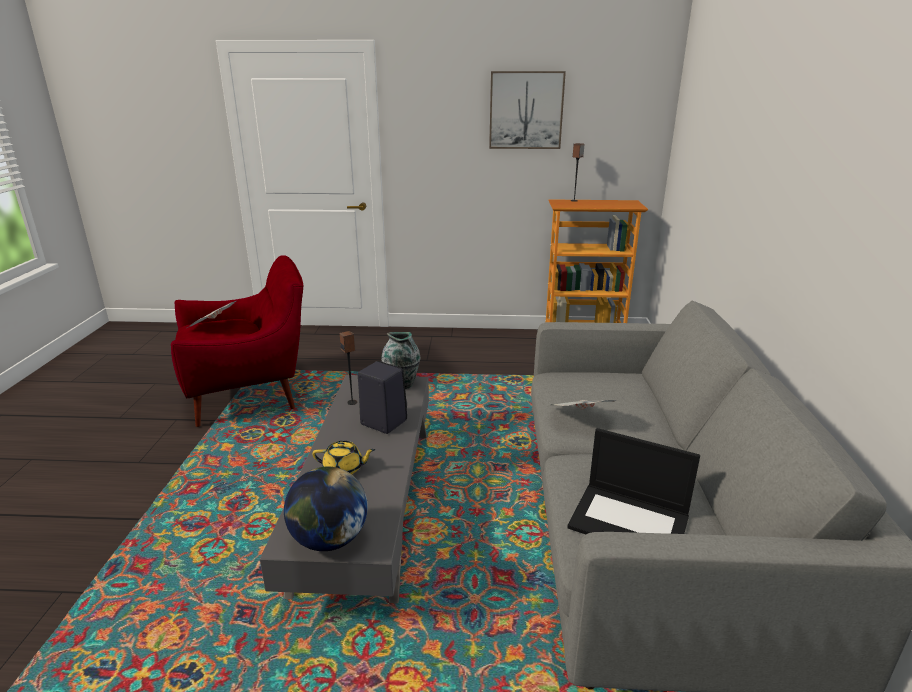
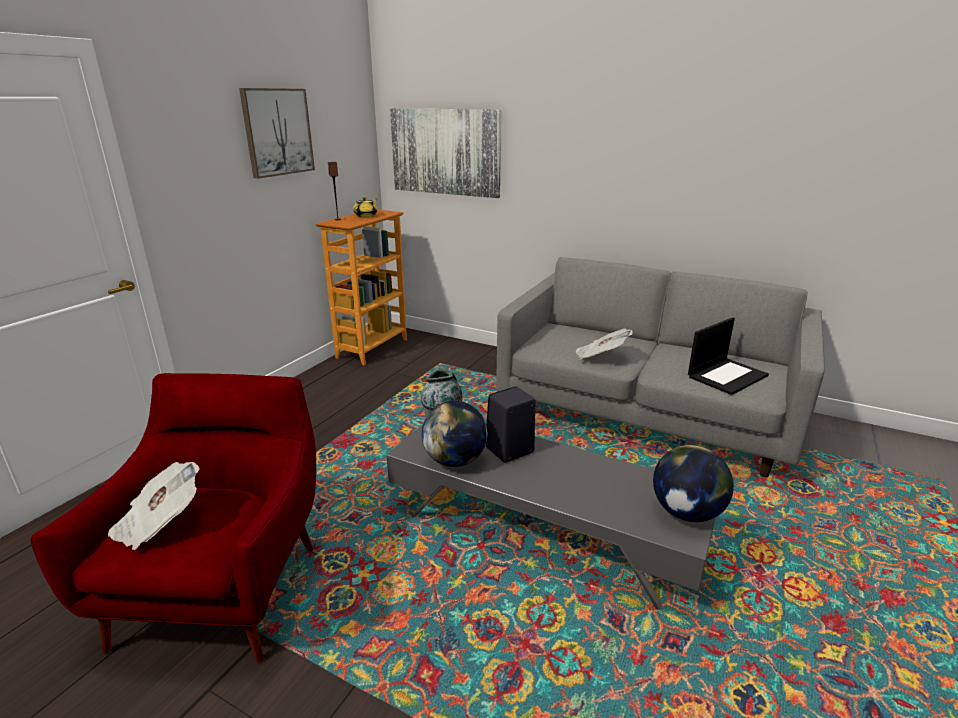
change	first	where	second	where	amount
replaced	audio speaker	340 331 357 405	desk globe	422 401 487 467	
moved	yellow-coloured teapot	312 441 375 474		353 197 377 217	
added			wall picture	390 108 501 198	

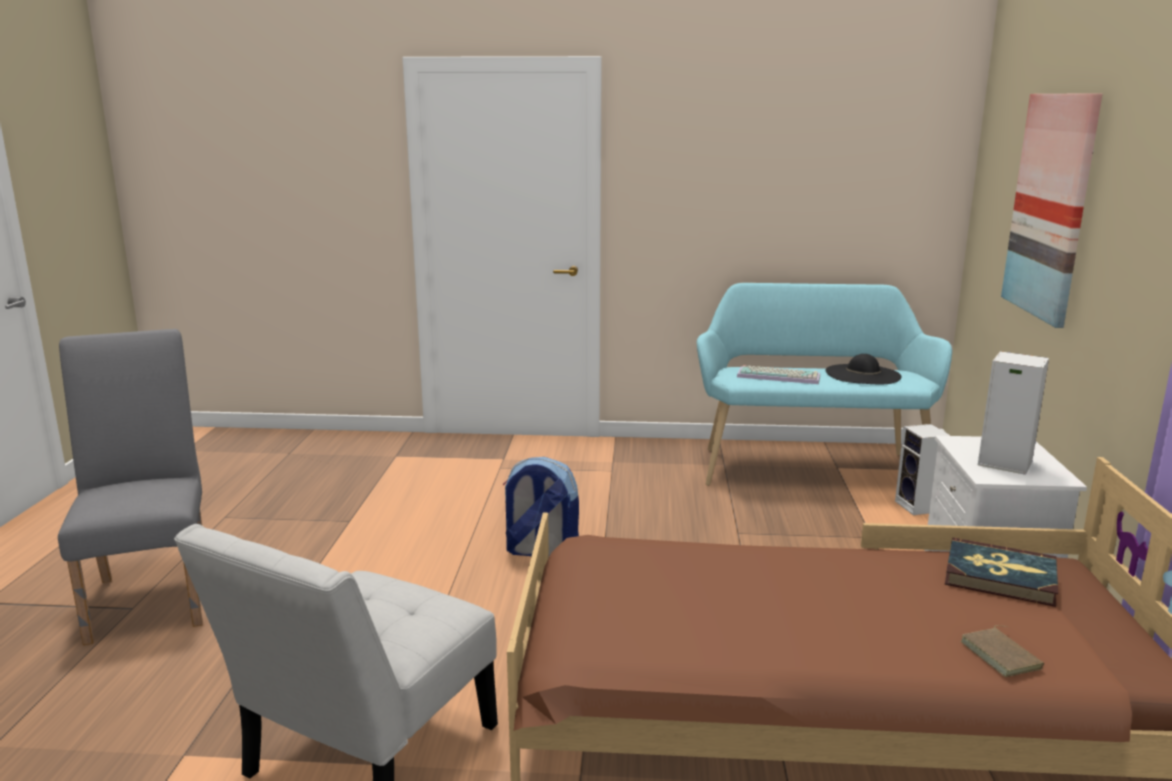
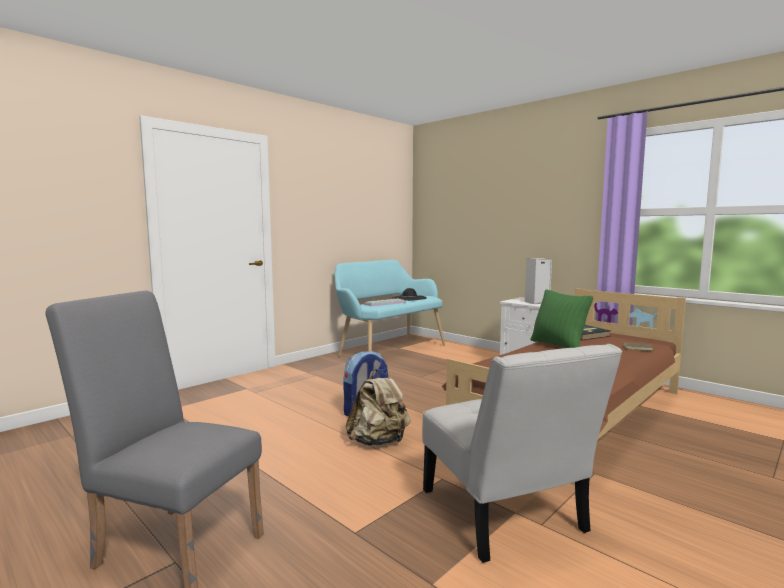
change	first	where	second	where	amount
removed	wall picture	1001 93 1102 328			
removed	audio speaker	895 424 951 515			
added			green throw pillow	531 289 593 348	
added			beige backpack	346 369 411 446	

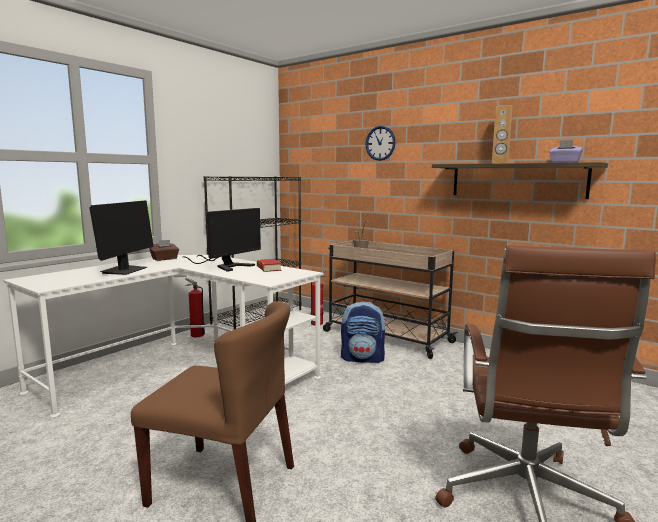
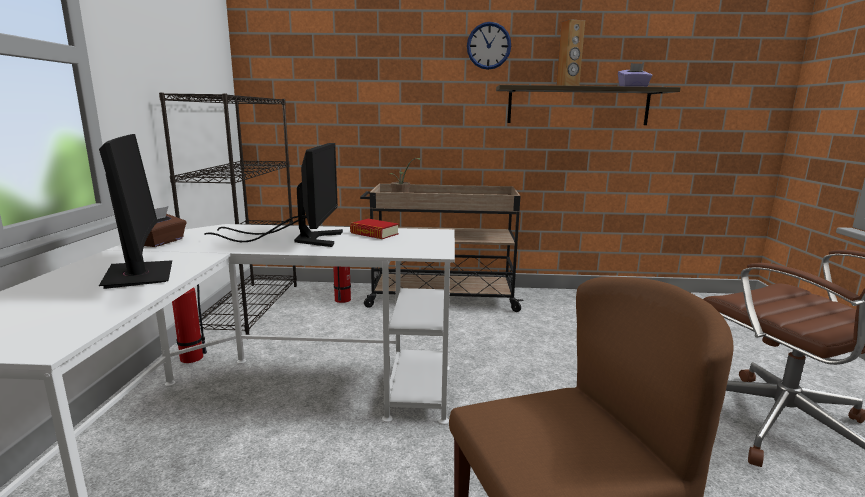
change	first	where	second	where	amount
moved	clock on the wall	366 126 396 161		467 22 511 70	
removed	backpack	341 302 386 363			

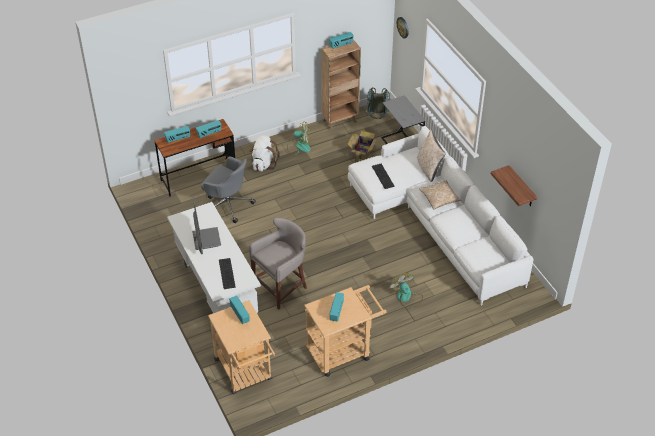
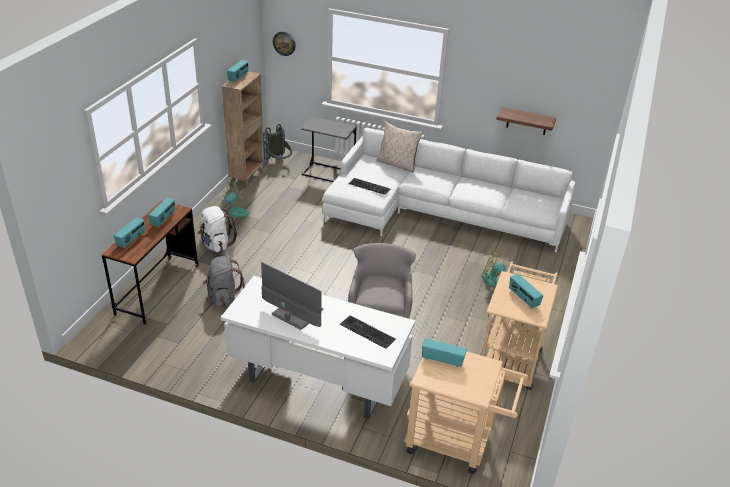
change	first	where	second	where	amount
removed	carton	348 130 377 163			
replaced	gray desk chair	201 157 256 223	gray backpack	203 256 245 307	
removed	throw pillow	419 180 461 210			

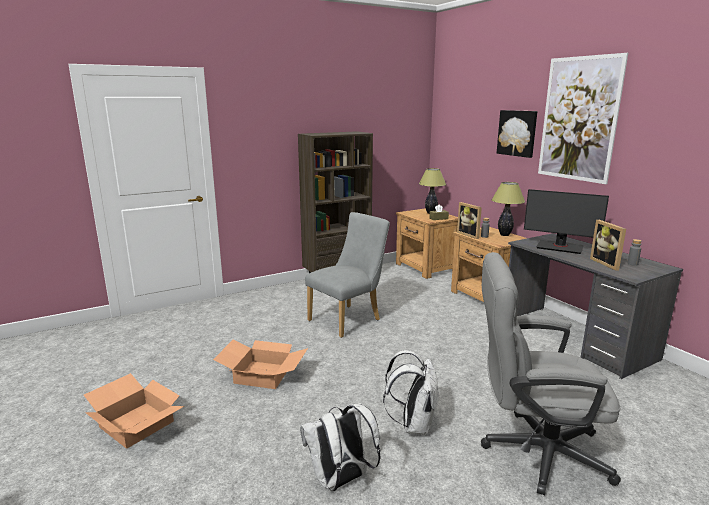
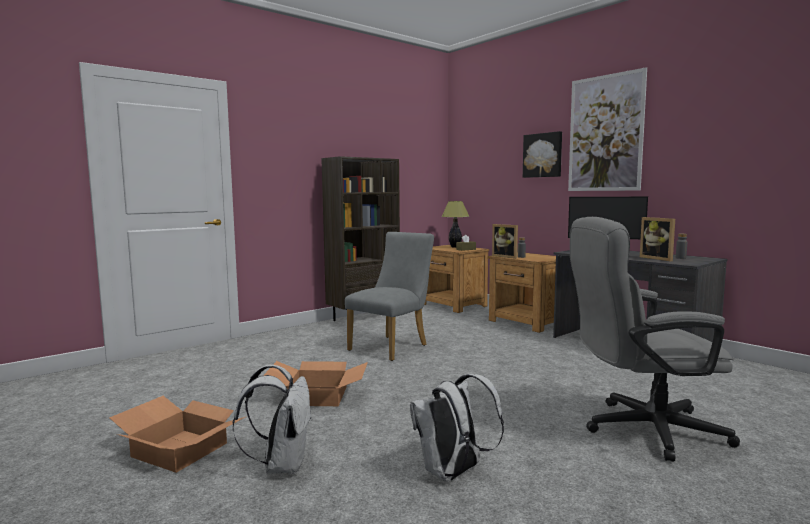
change	first	where	second	where	amount
removed	table lamp	491 182 525 236			
moved	white-coloured backpack	383 350 439 435		233 365 312 474	

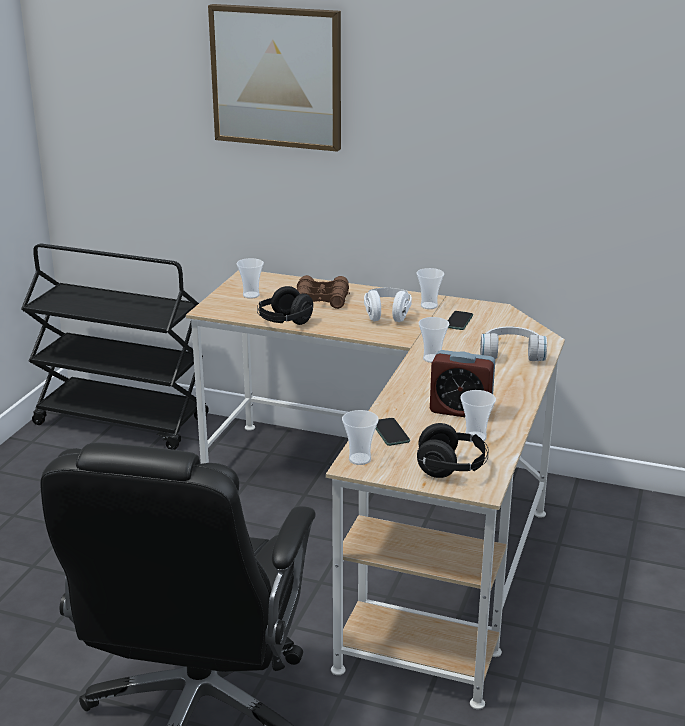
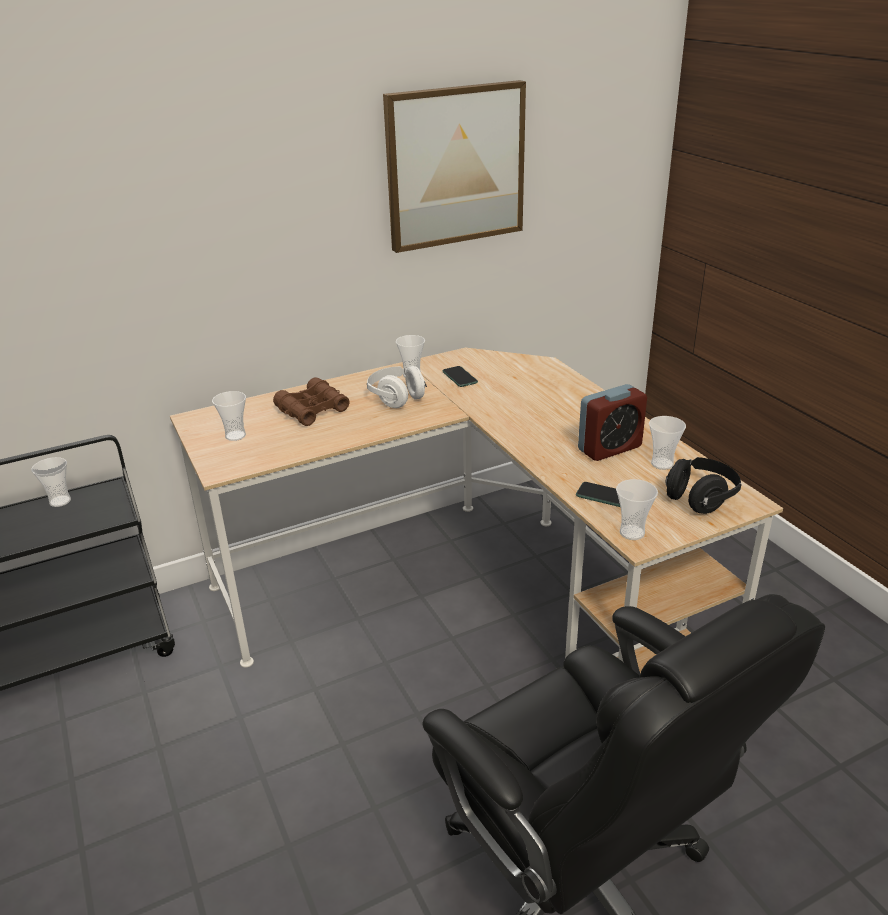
change	first	where	second	where	amount
moved	wall picture	208 4 341 152		383 80 526 253	
removed	black-coloured pair of headphones	257 286 313 325			
moved	cup	419 317 449 363		31 457 71 507	
removed	white-coloured pair of headphones	480 326 547 361			

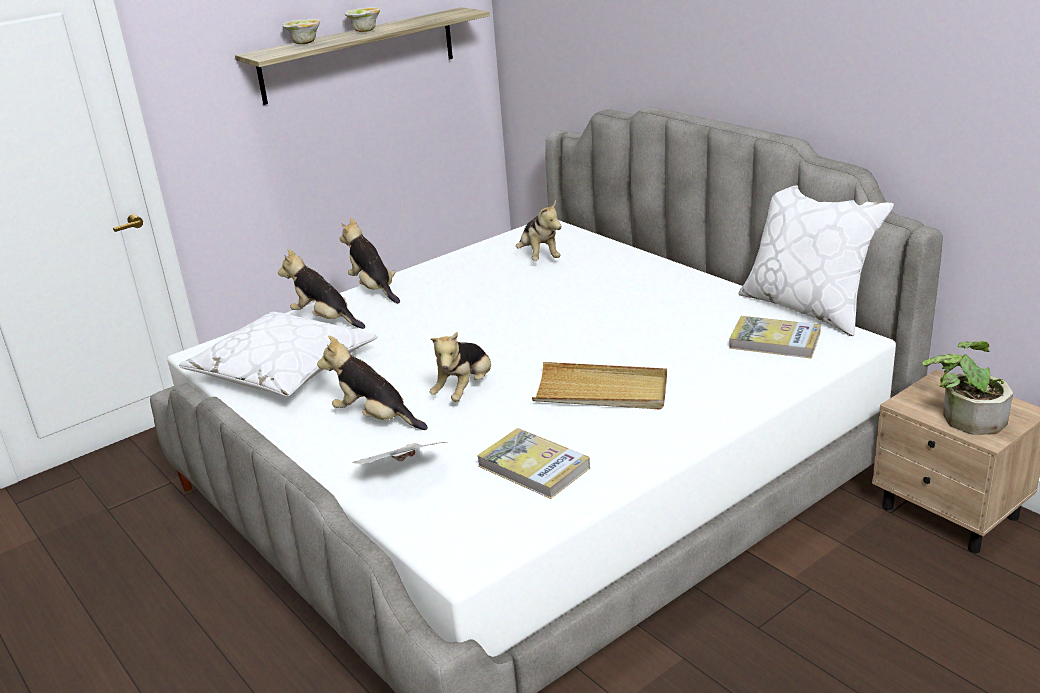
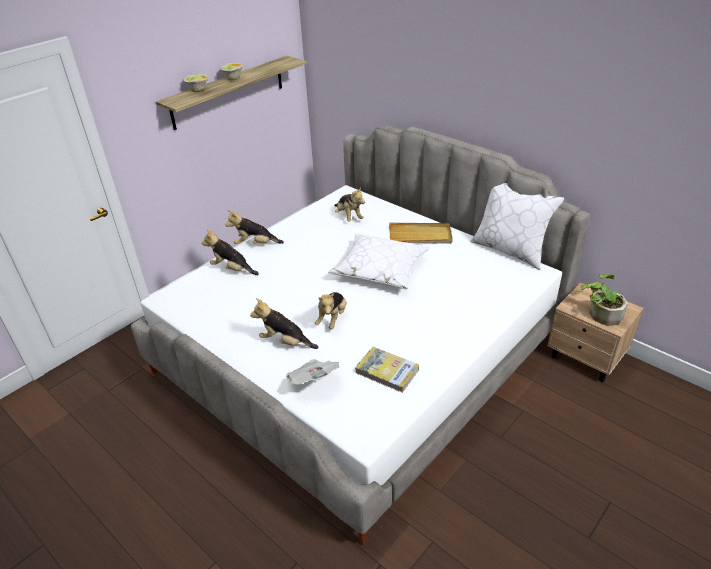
change	first	where	second	where	amount
turned	plush toy	340 218 400 303		225 210 284 244	45 degrees counterclockwise
moved	white-coloured throw pillow	179 311 377 397		328 234 429 289	
removed	book	729 316 821 359			
moved	beige carrying tray	532 362 667 410		389 223 453 244	

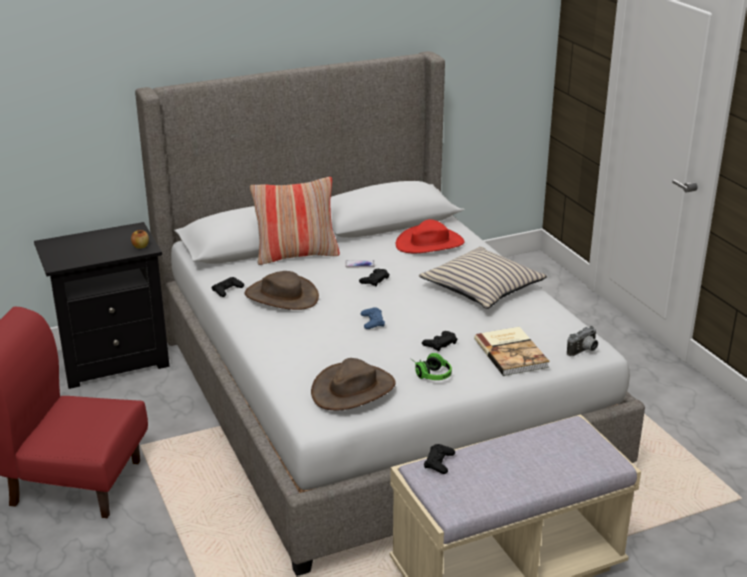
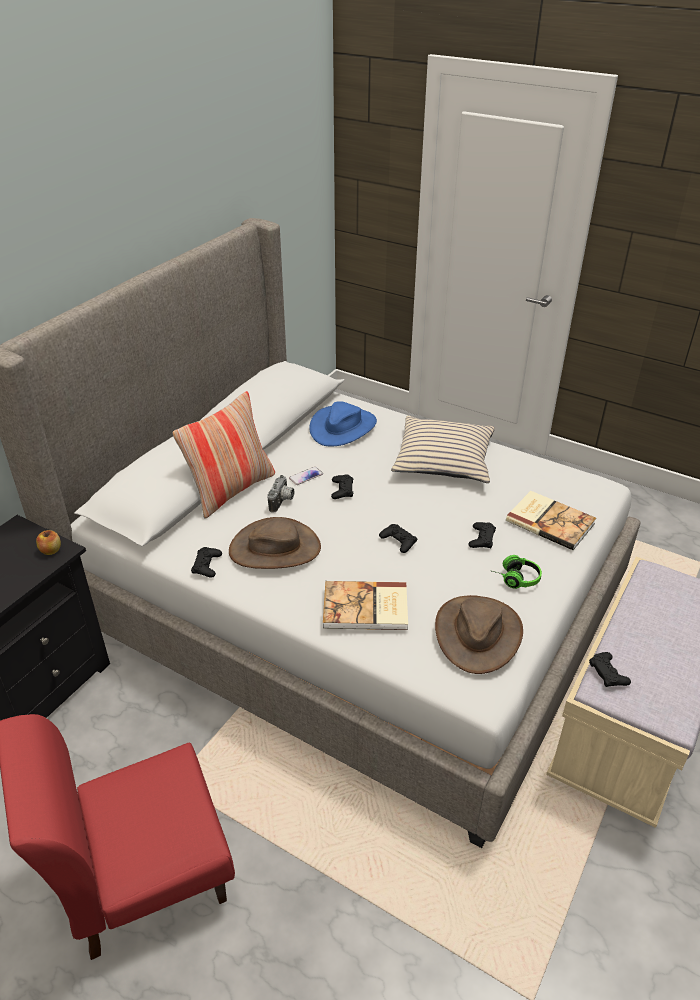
change	first	where	second	where	amount
recoloured	red-coloured hat	396 219 464 253	blue hat	309 401 377 446	
recoloured	blue game controller	361 307 385 329	black-coloured game controller	379 524 418 553	
moved	still camera	567 326 598 356		267 475 294 513	
added			book	323 581 408 630	

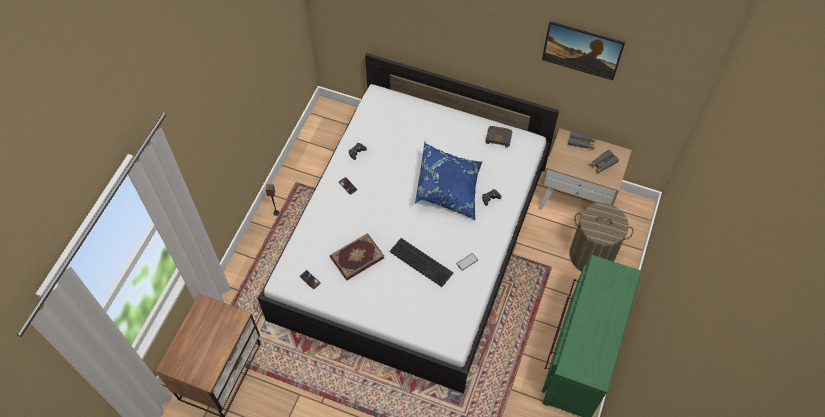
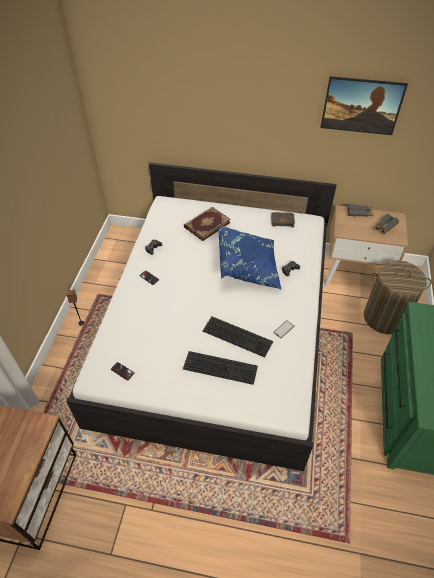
change	first	where	second	where	amount
moved	book	330 233 384 281		184 207 231 241	
added			PC keyboard	183 351 258 385	

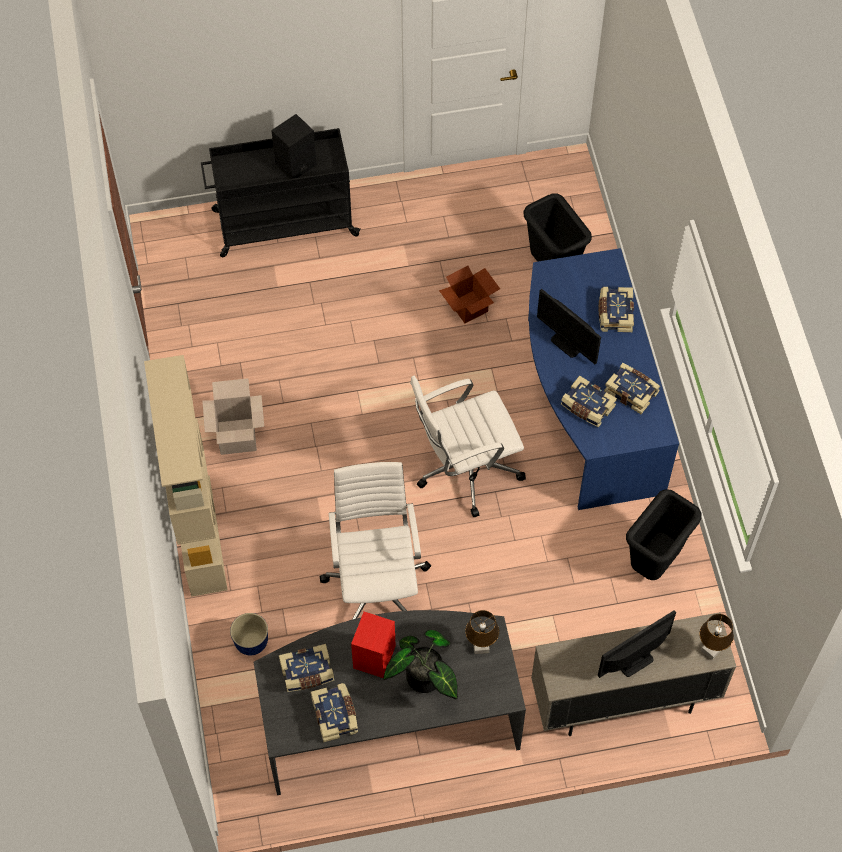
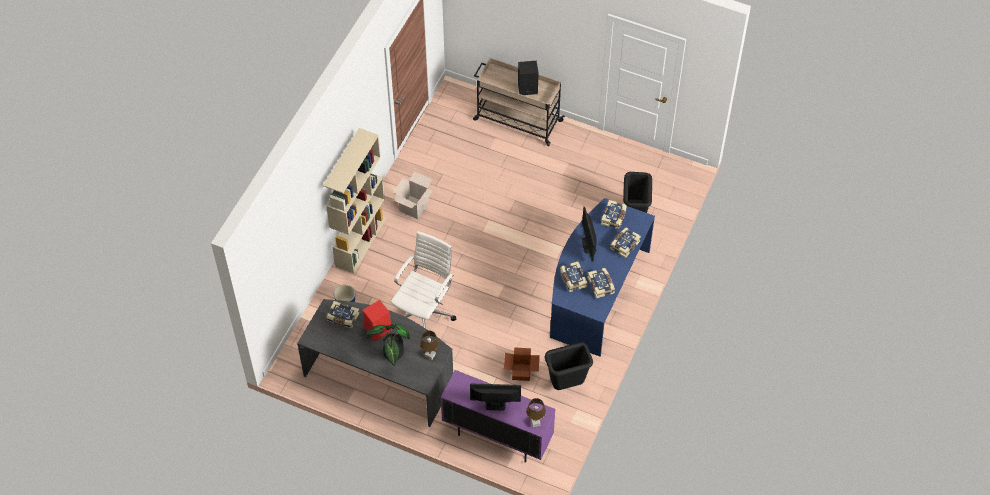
change	first	where	second	where	amount
recoloured	black-coloured wheeled cart	201 128 361 258	beige wheeled cart	473 58 565 146	
moved	carton	439 266 500 323		504 347 540 381	
removed	white-coloured desk chair	410 376 526 517			
recoloured	beige storage cabinet	531 612 736 736	purplish storage cabinet	441 370 556 463	
moved	book	311 683 358 742		601 200 627 229	

